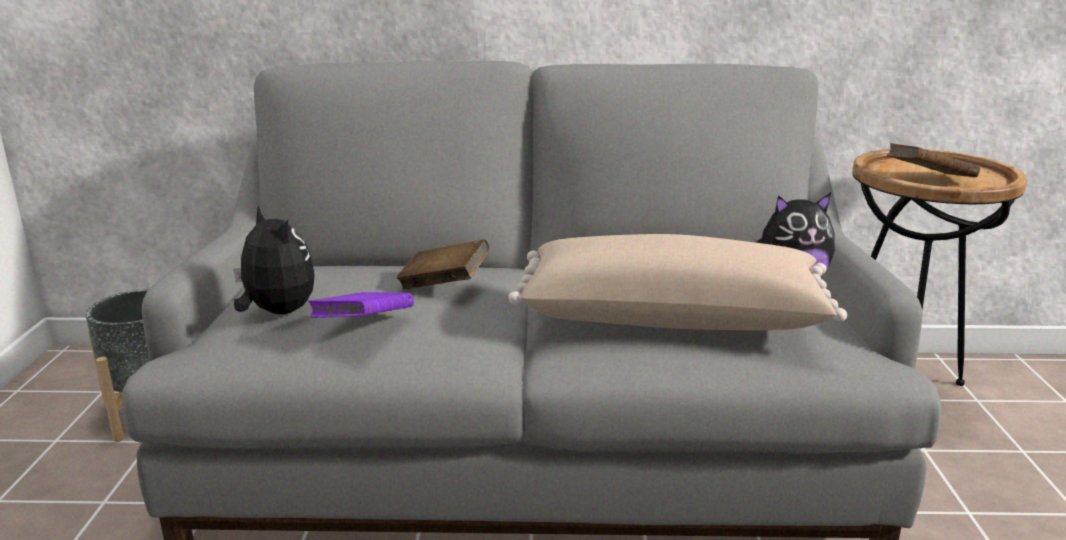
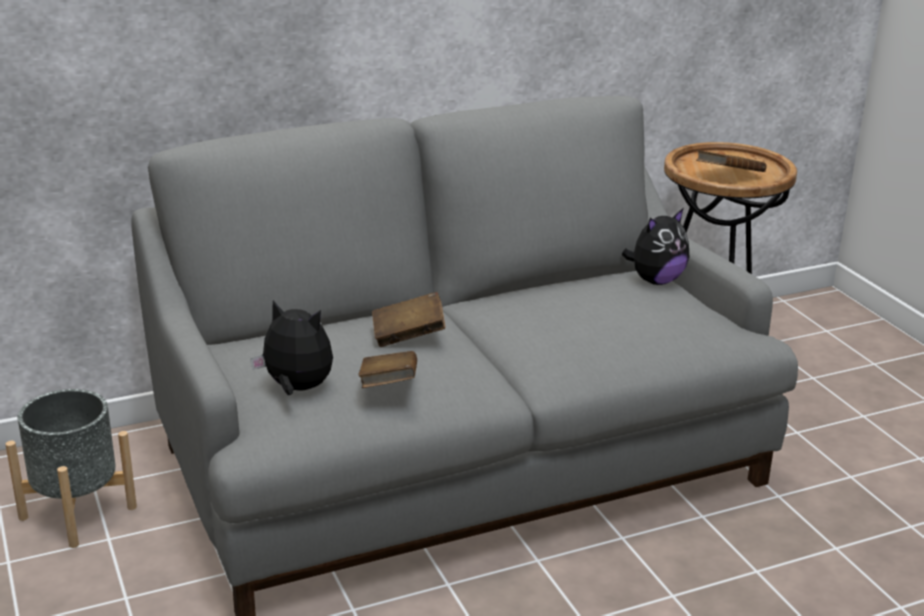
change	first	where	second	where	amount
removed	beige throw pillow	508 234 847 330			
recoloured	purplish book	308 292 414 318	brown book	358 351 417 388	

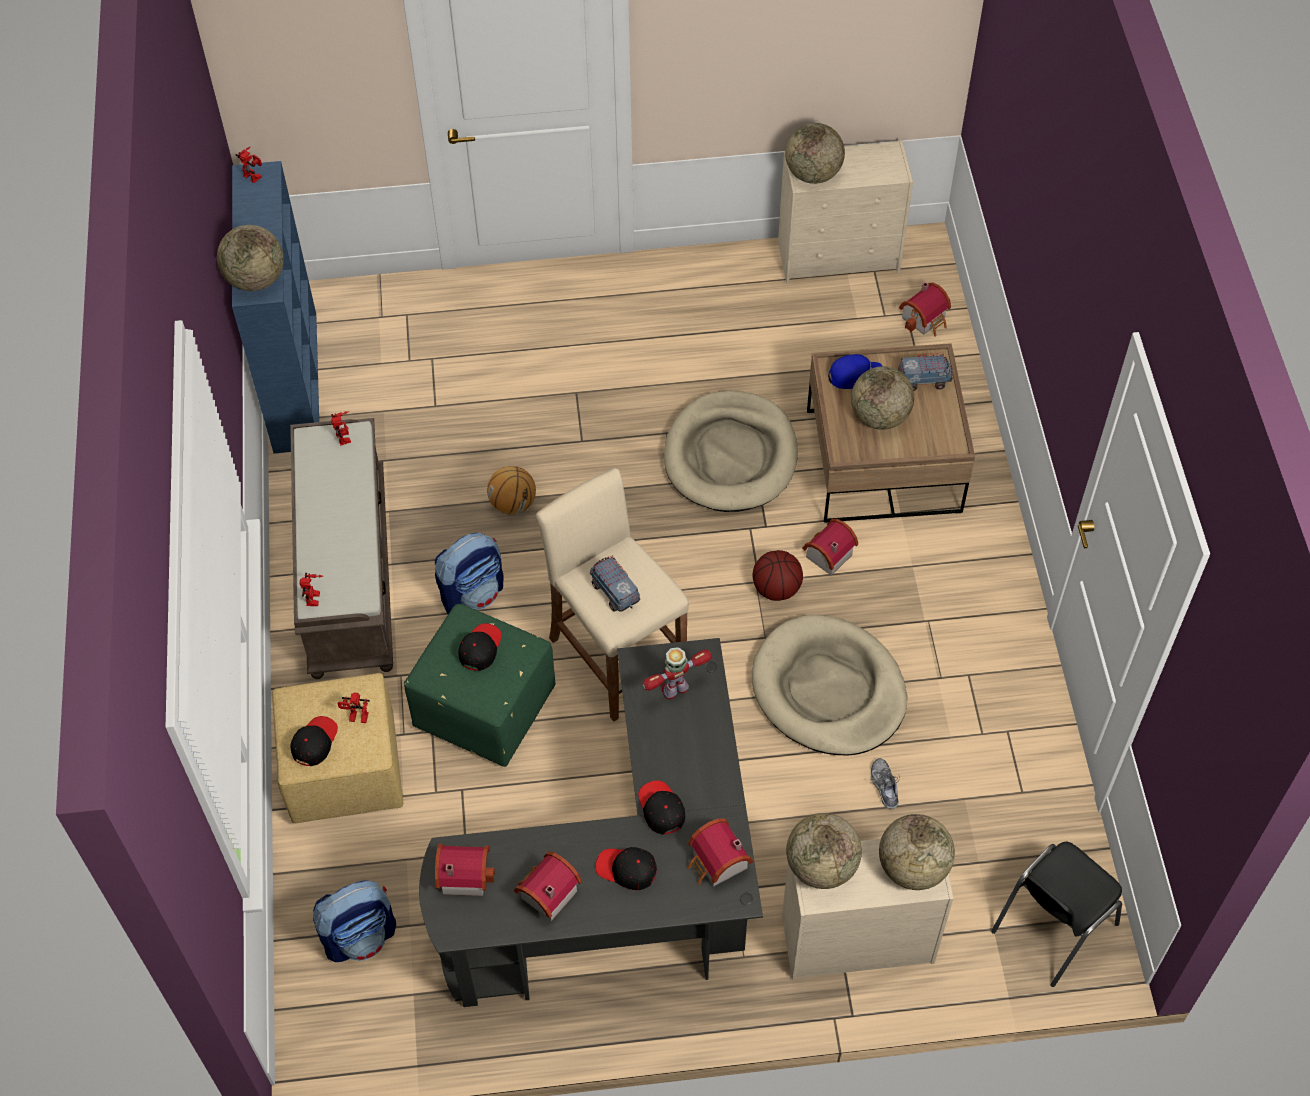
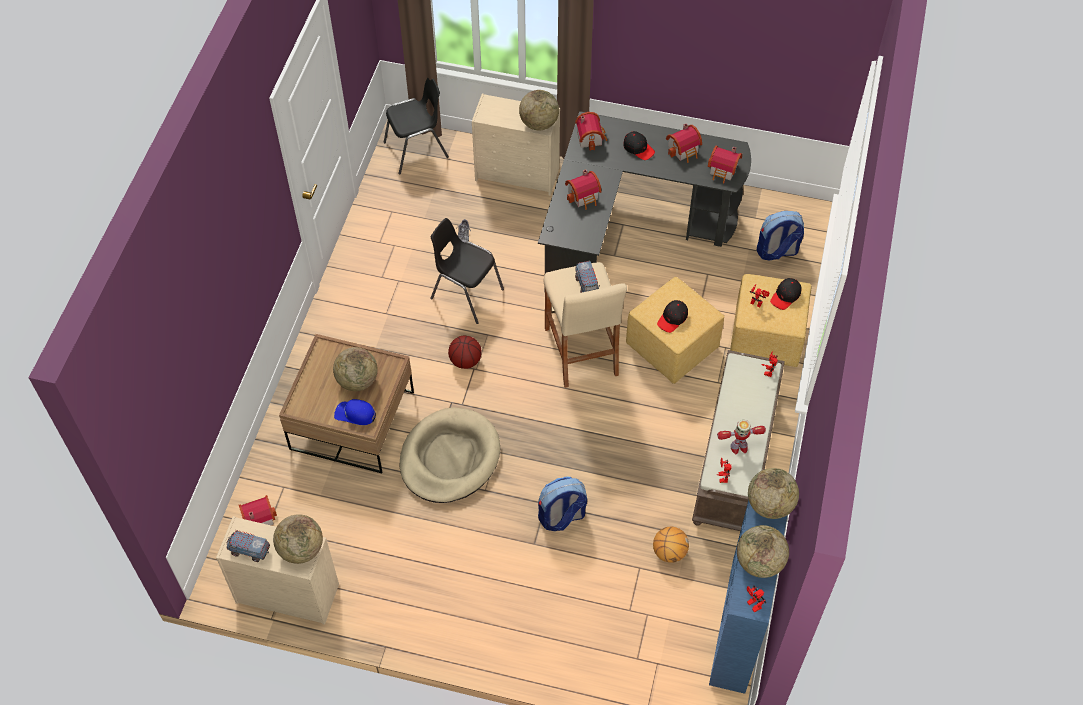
change	first	where	second	where	amount
moved	toy truck	898 353 953 391		227 530 270 562	
moved	ball for basketball	487 466 536 514		653 527 689 563	
moved	miniature house	802 519 858 576		565 170 602 210	
moved	backpack	435 533 503 614		538 477 587 531	
recoloured	green ottoman	404 604 556 767	yellow-coloured ottoman	626 277 724 384	
replaced	beige pet bed	752 614 907 756	black-coloured chair	430 218 504 324	
moved	model robot	642 647 712 699		717 419 766 454	
removed	black-coloured baseball cap	638 780 686 835			
moved	desk globe	879 814 955 890		737 525 789 578	

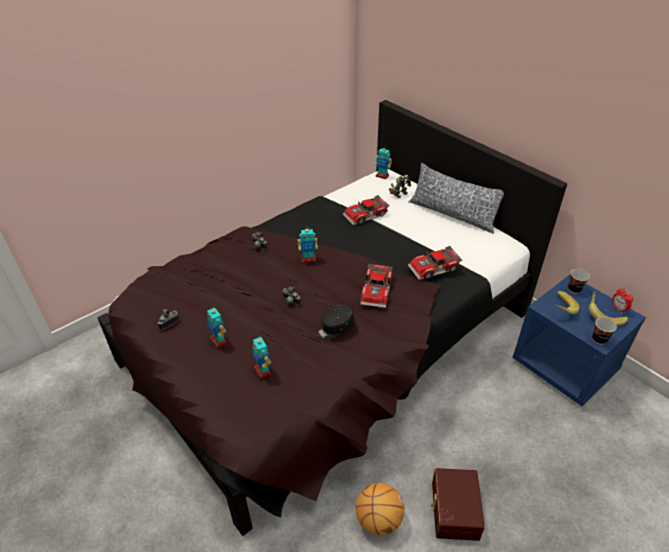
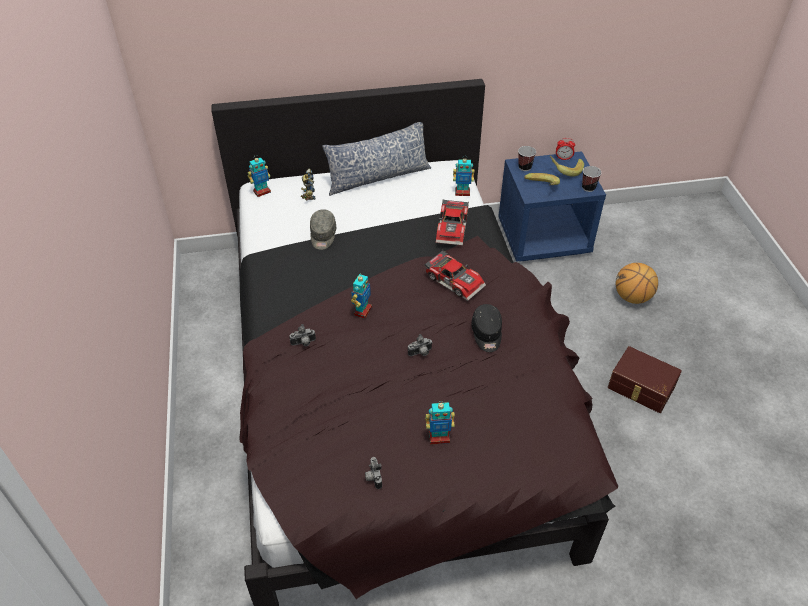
change	first	where	second	where	amount
replaced	model car	343 195 390 225	gray baseball cap	310 209 336 250	
moved	model robot	252 336 271 379		453 157 475 196	
moved	ball for basketball	355 483 404 535		615 263 658 304	

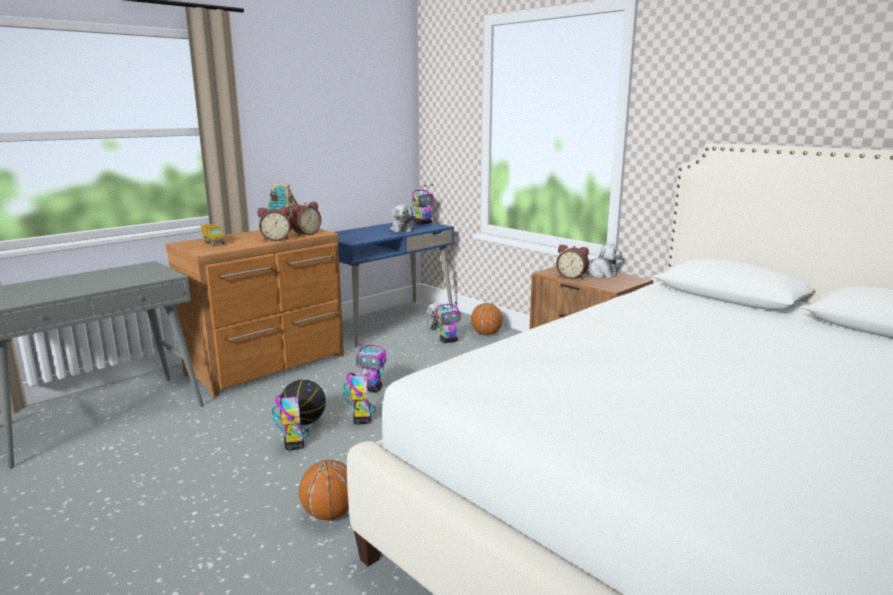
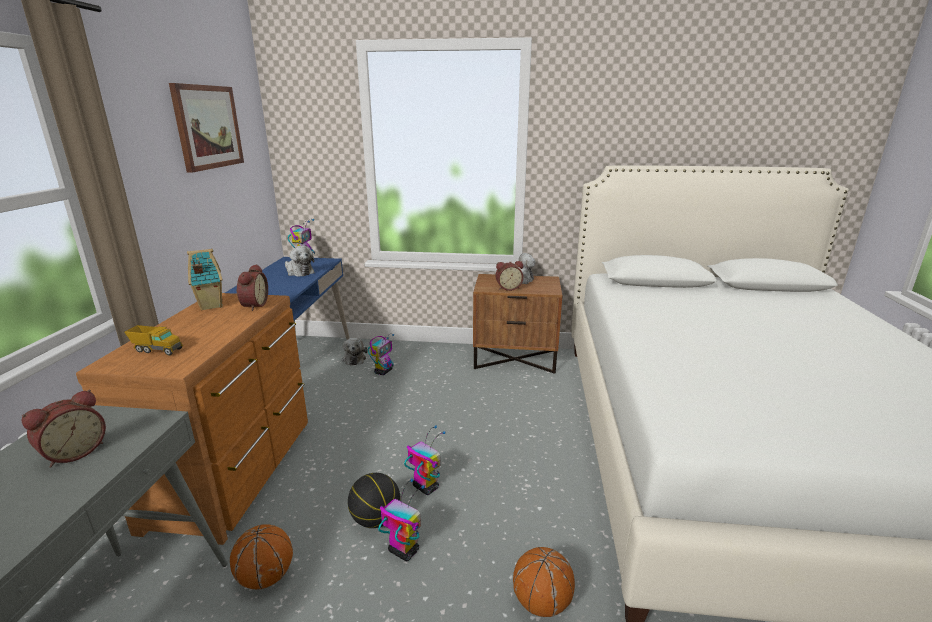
change	first	where	second	where	amount
moved	alarm clock	257 207 290 241		22 389 106 468	
moved	ball for basketball	471 303 503 335		230 524 293 589	
removed	model robot	354 344 386 392			
added			wall picture	169 83 244 173	

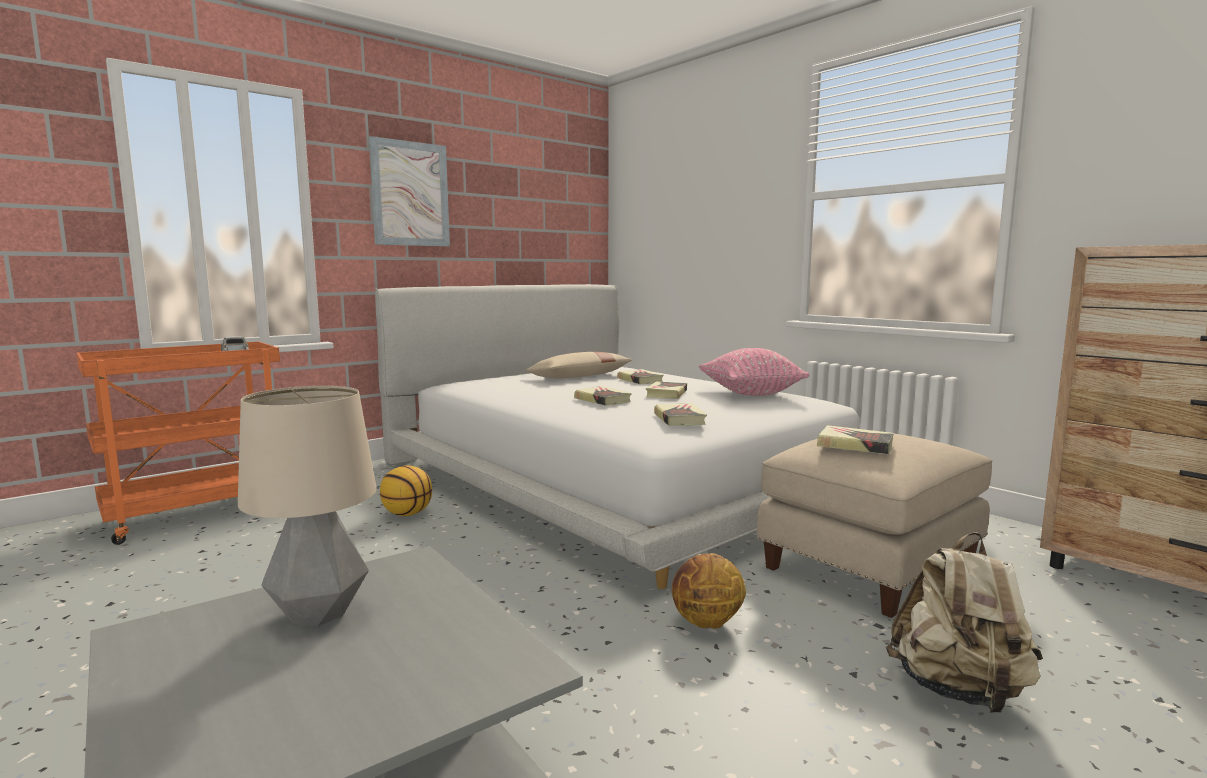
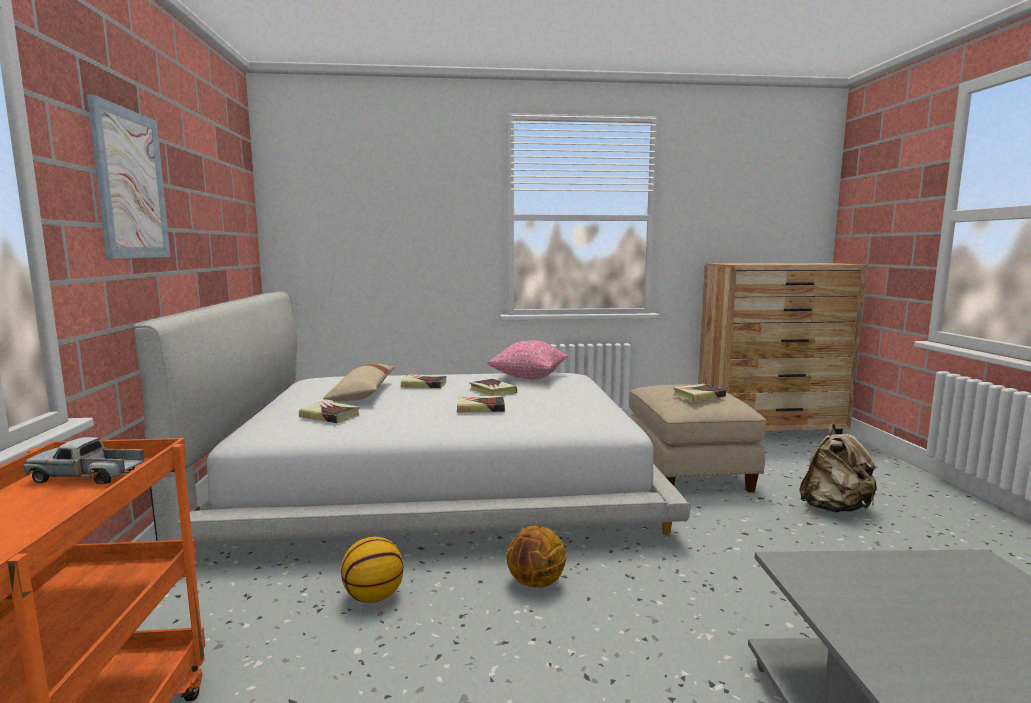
change	first	where	second	where	amount
removed	table lamp	238 386 377 626			
moved	book	654 403 707 426		299 401 360 423	
moved	ball for basketball	672 553 746 629		506 526 566 588	

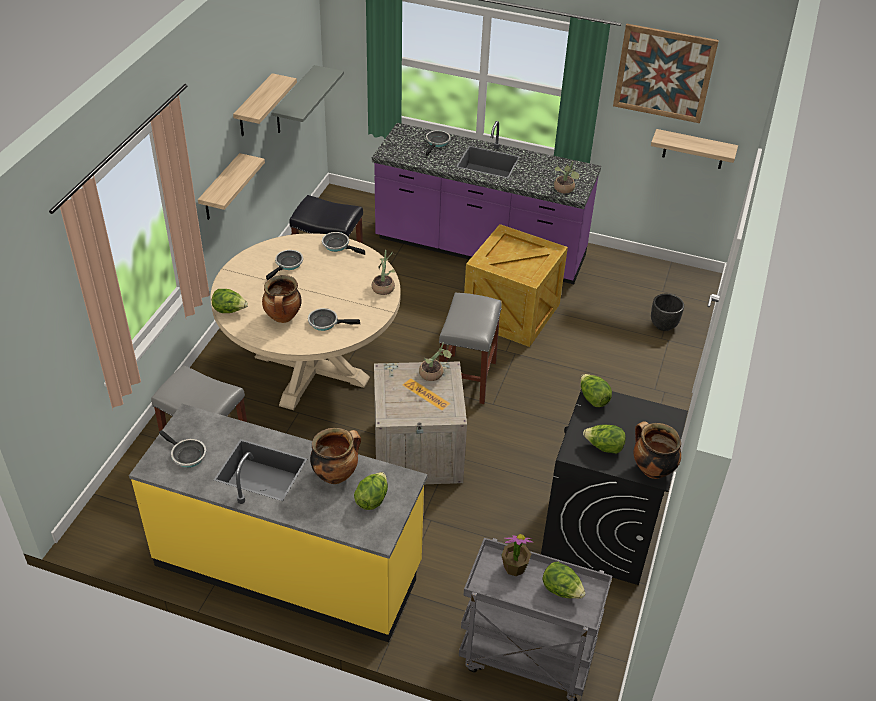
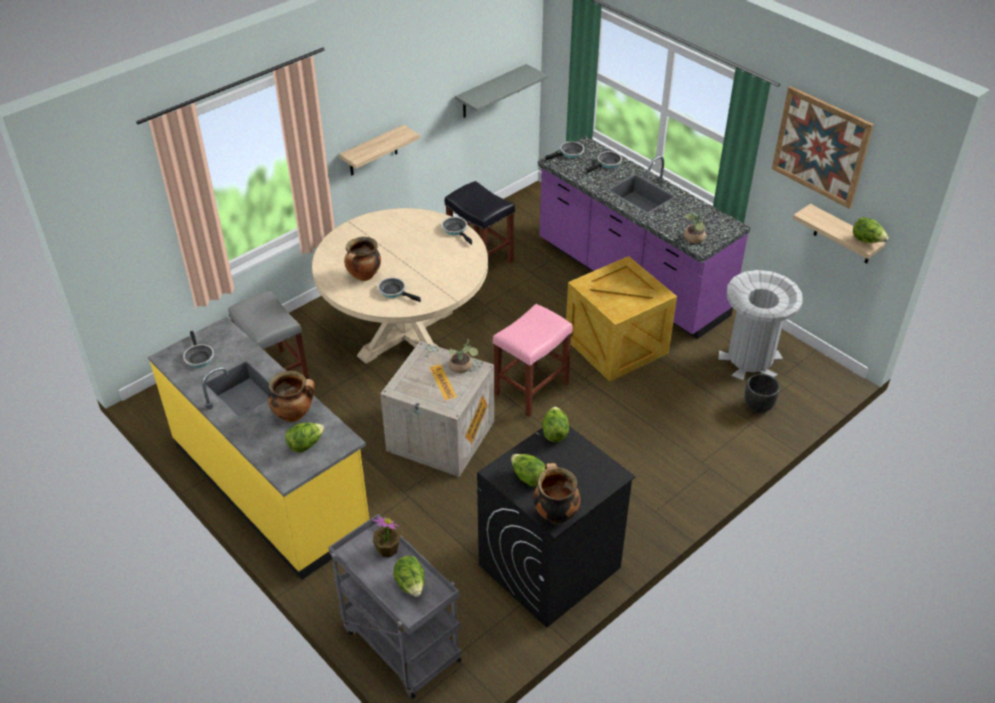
change	first	where	second	where	amount
removed	bracket shelf	233 73 297 136			
moved	pan	266 250 303 280		546 142 584 160	
removed	potted plant	371 250 395 295			
moved	lettuce head	212 289 248 313		853 217 889 243	
recoloured	gray stool seat	439 292 502 404	pink stool seat	493 304 573 417	
added			gray rubbish bin	718 270 802 380	

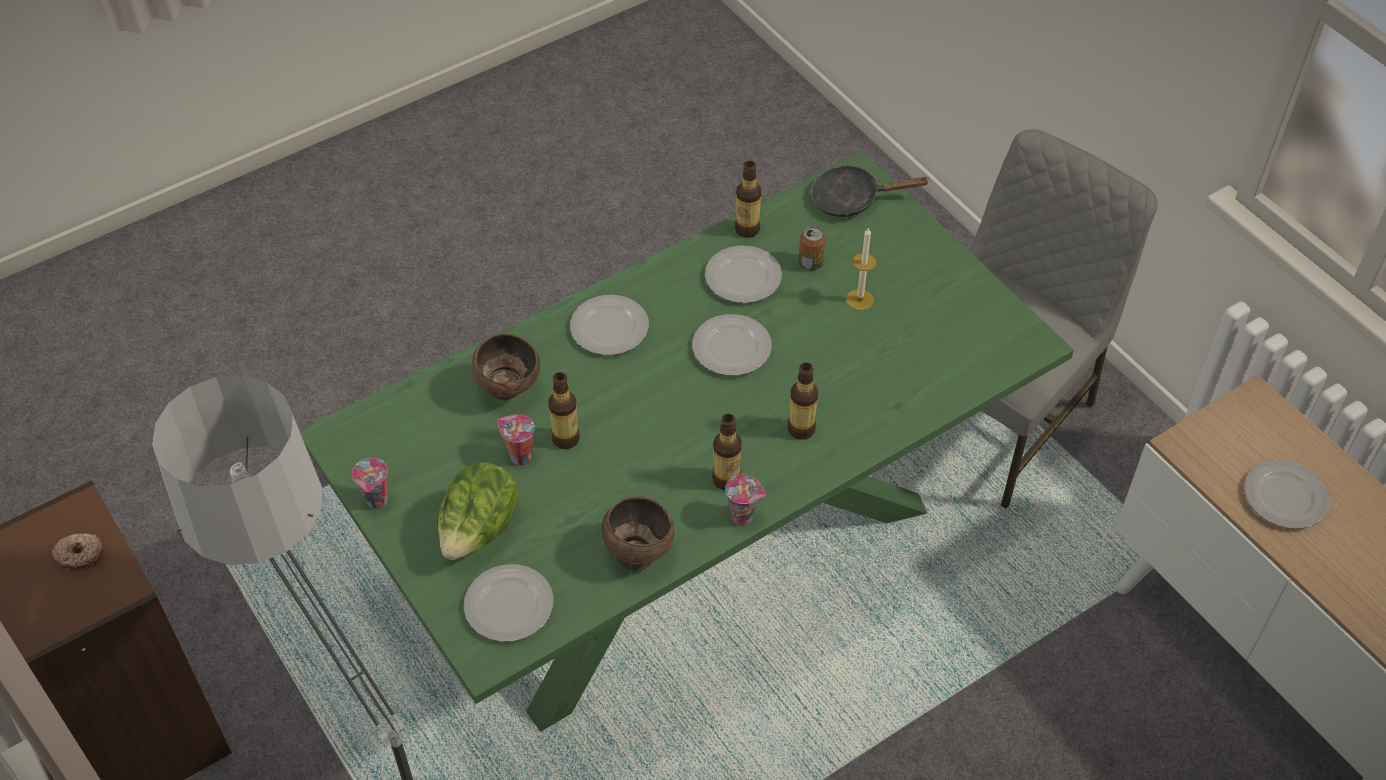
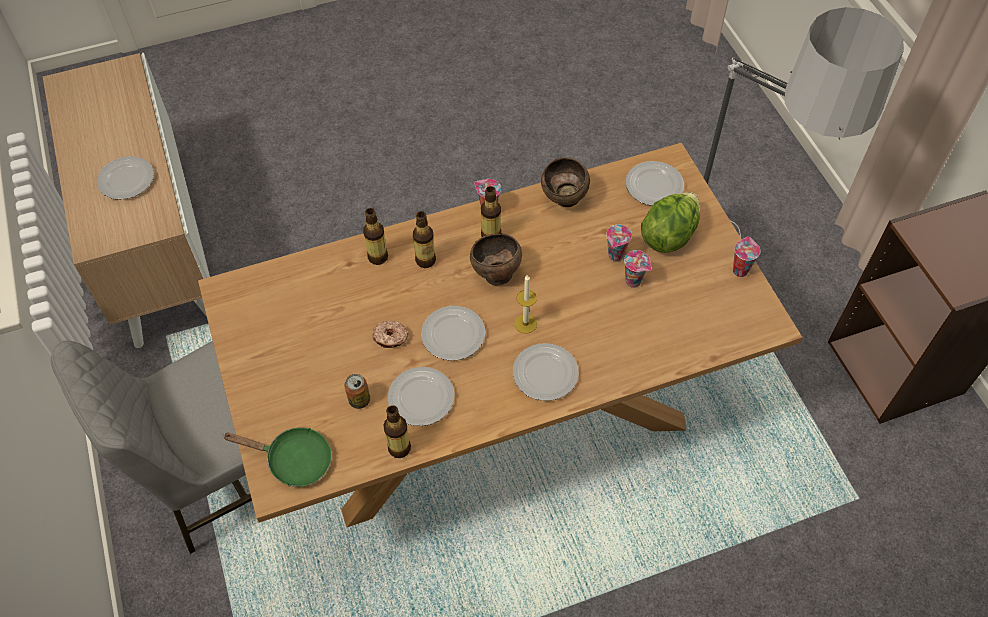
change	first	where	second	where	amount
recoloured	green dining table	299 152 1074 732	brown dining table	198 143 803 527	
recoloured	black-coloured pan	811 165 930 217	green pan	224 428 332 487	
moved	wax candle	846 227 877 311		514 274 537 334	
moved	brown deep dish	472 334 540 400		470 233 522 285	
moved	drink bottle	548 372 580 449		363 208 388 265	
moved	doughnut	51 533 103 571		373 321 408 348	
added			cup	606 224 632 262	

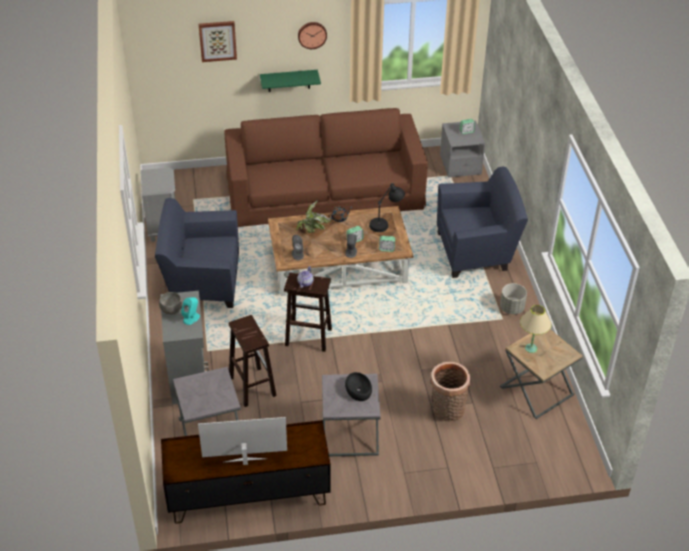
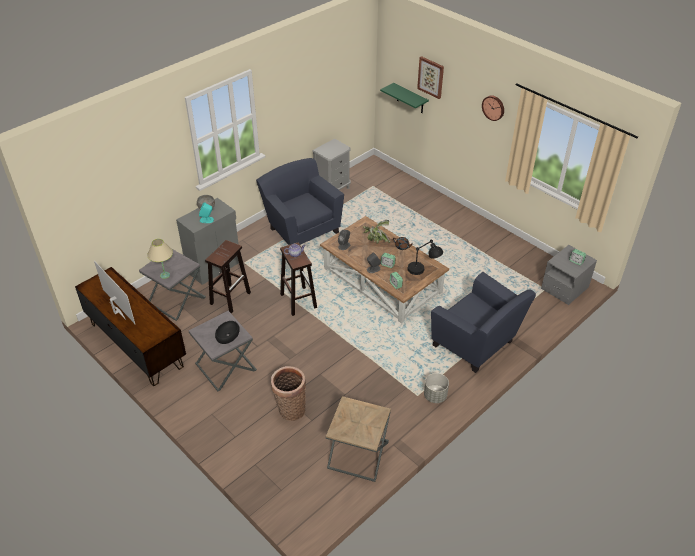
change	first	where	second	where	amount
moved	green bracket shelf	260 70 321 92		380 83 429 113	
removed	brown sofa	224 108 428 227			
moved	beige table lamp	520 305 552 353		147 239 173 279	

